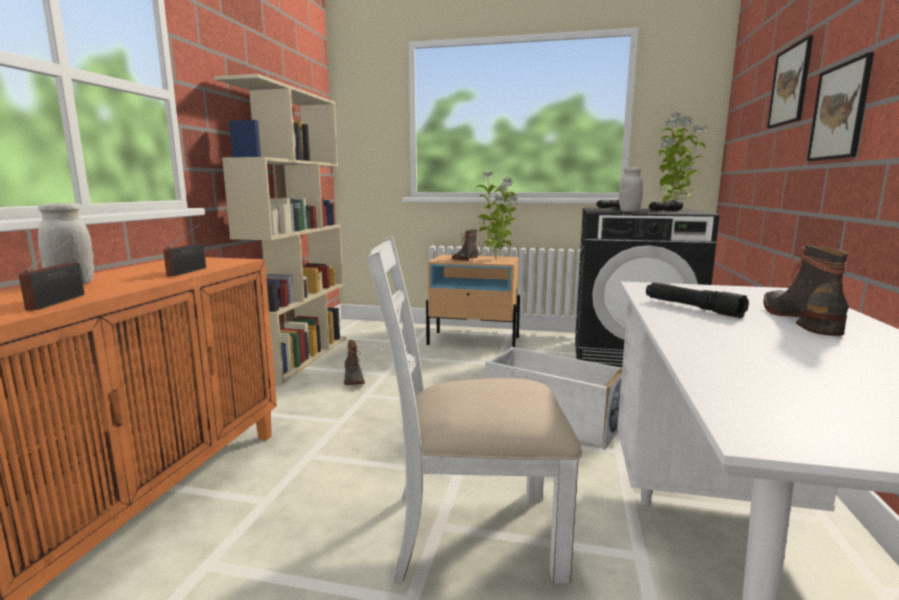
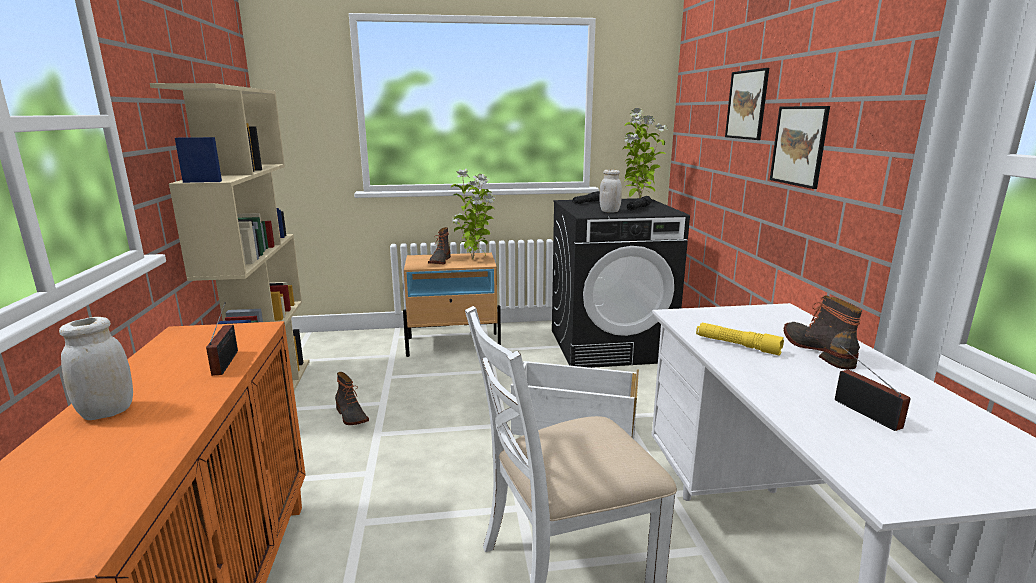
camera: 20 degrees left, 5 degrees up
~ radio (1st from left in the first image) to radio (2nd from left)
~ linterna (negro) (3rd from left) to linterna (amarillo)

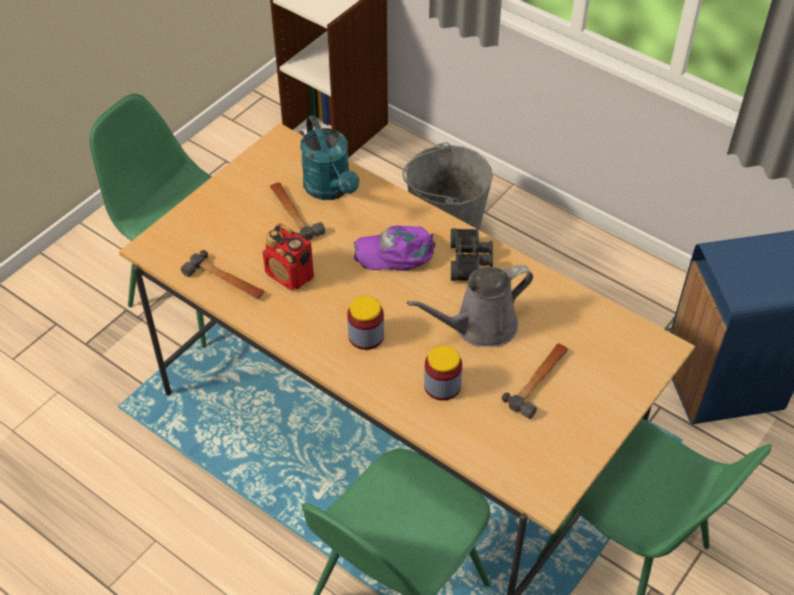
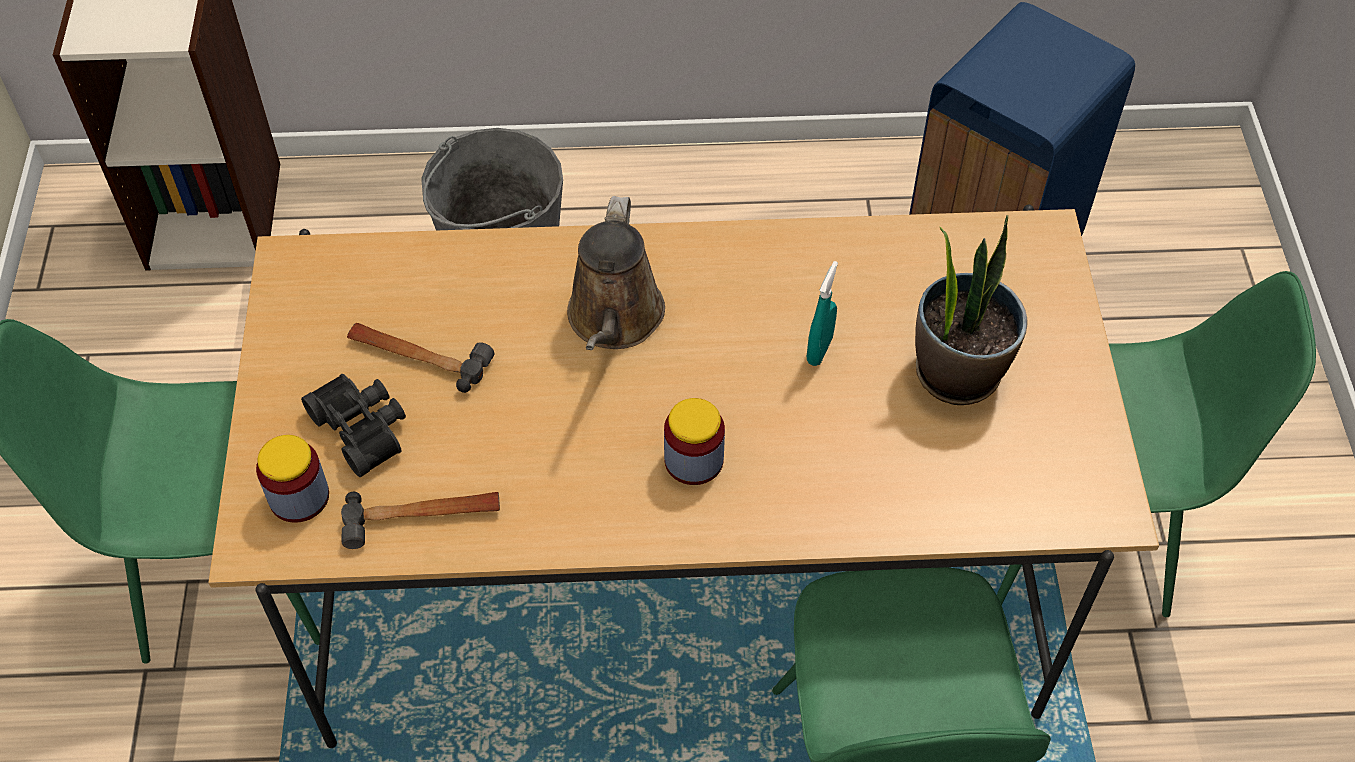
camera: 40 degrees left, 5 degrees up
- radio
- regadera (turquesa)
~ gorra (morado) to regadera (marrón)
~ regadera (gris) to pulverizador (turquesa)
~ tarro (2nd from left in the first image) to tarro (1st from left)
~ prismáticos (negro)
~ martillo (3rd from left) to planta en maceta

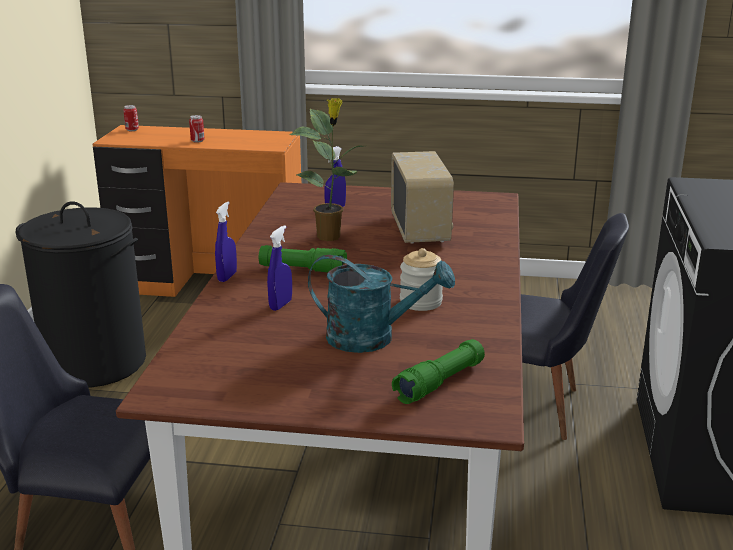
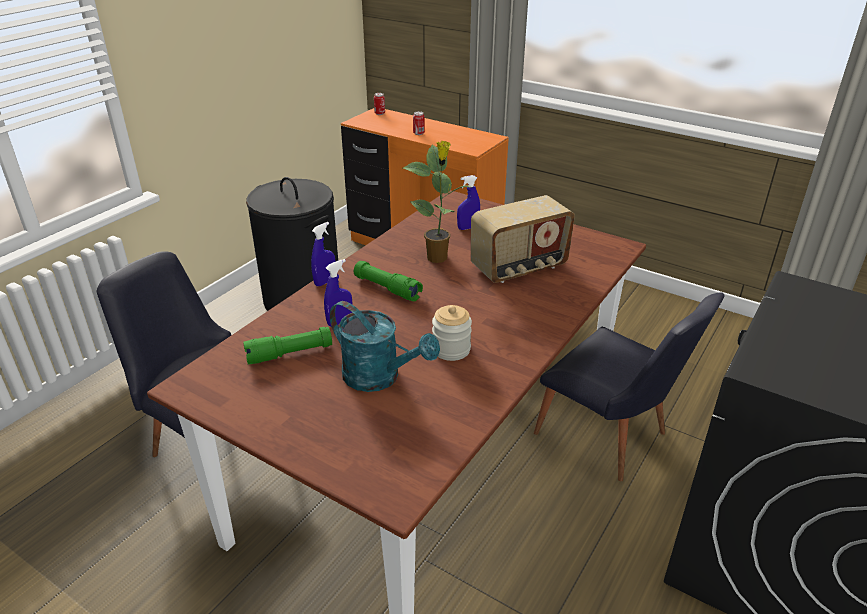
camera: 25 degrees right, 10 degrees up
~ radio 45 degrees clockwise
~ linterna (verde) (2nd from left in the first image) to linterna (verde) (1st from left)

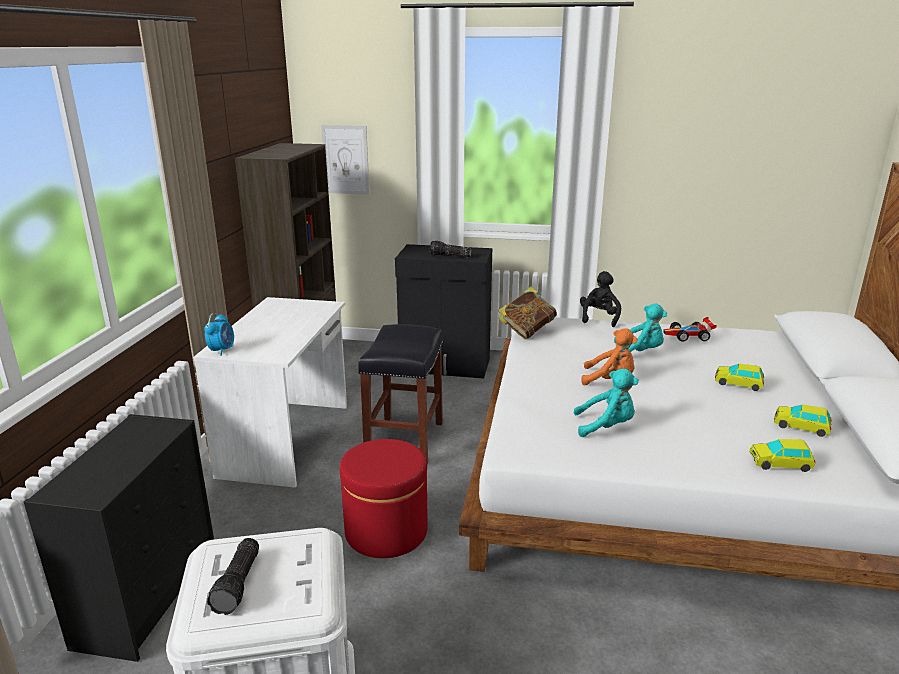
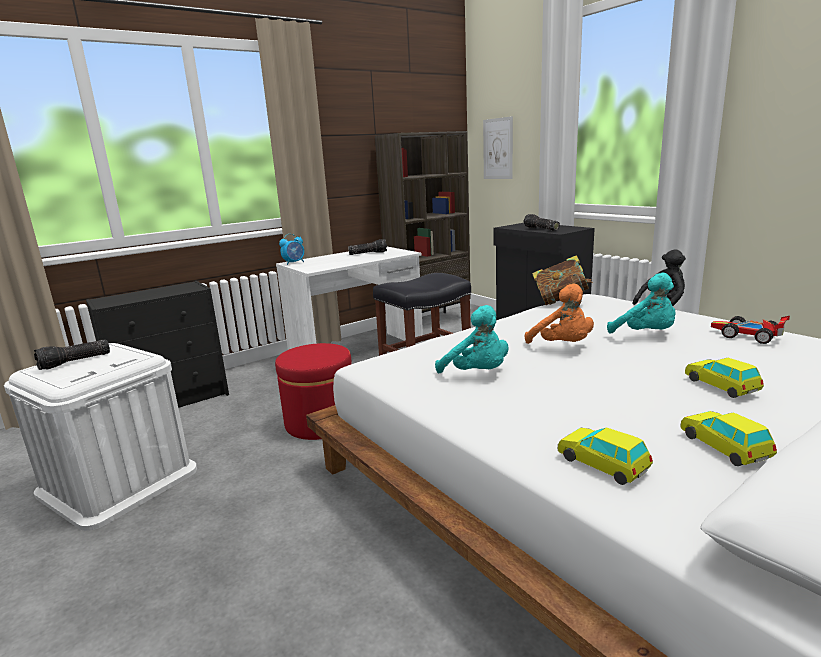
camera: 45 degrees right, 5 degrees down
+ linterna (2nd from left)

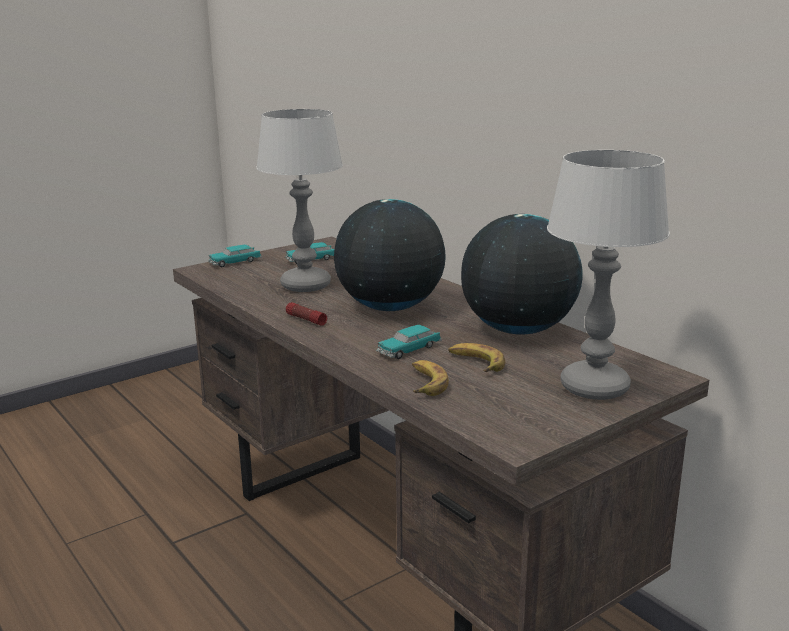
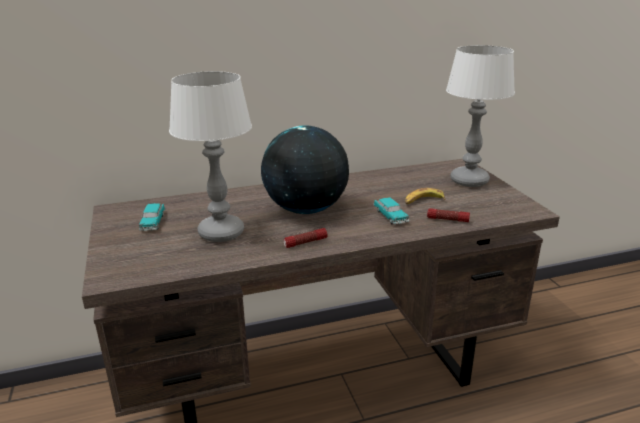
camera: 70 degrees left, 5 degrees up
- coche de juguete (1st from left)
~ plátano (1st from left) to linterna (2nd from left)
- globo terráqueo (2nd from left)

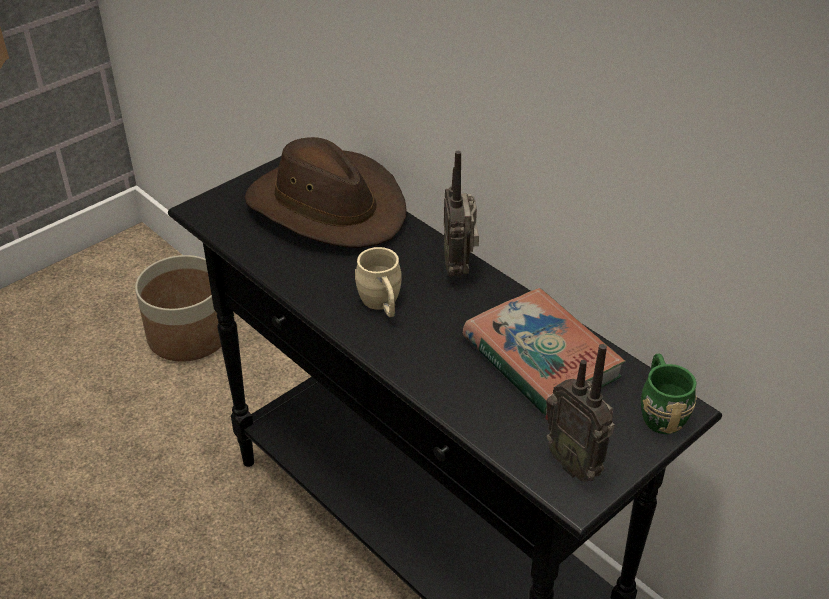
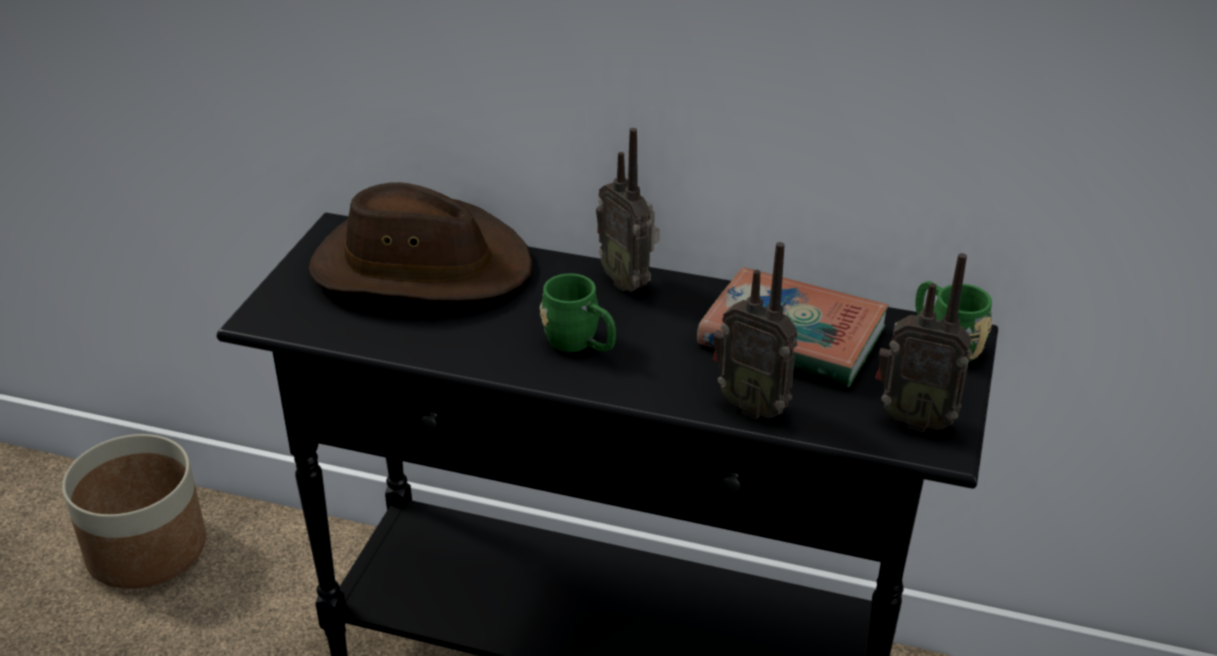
camera: 30 degrees left, 5 degrees down
~ taza grande (beis) to taza grande (verde) (1st from left)
+ radio (2nd from left)

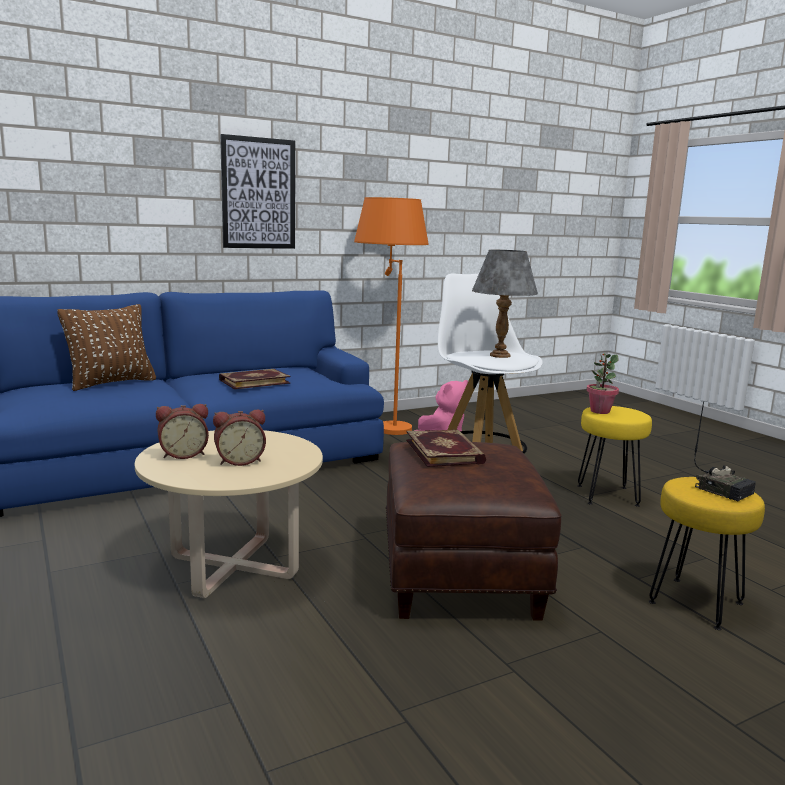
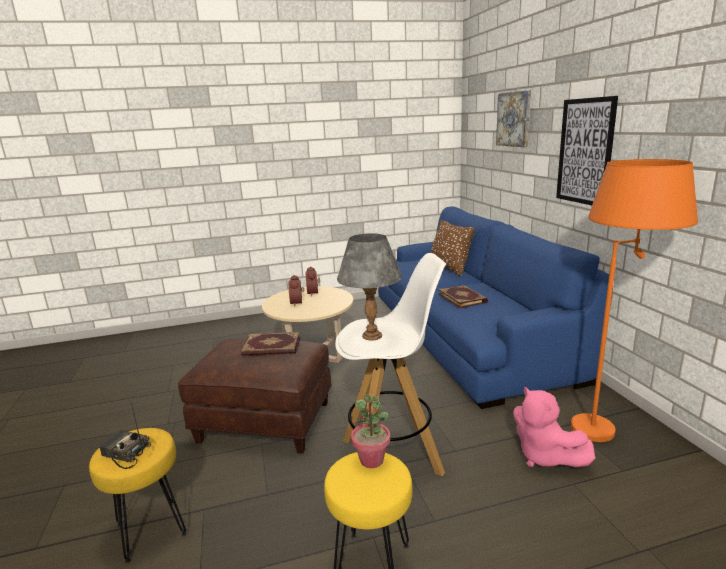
camera: 105 degrees right, 5 degrees up
~ radio 45 degrees clockwise
+ cuadro (1st from left)

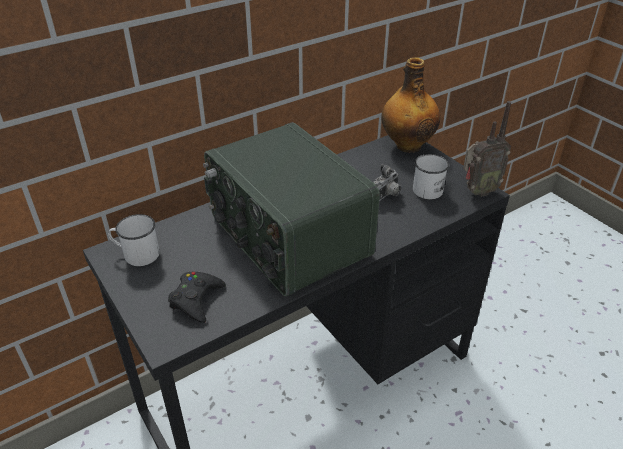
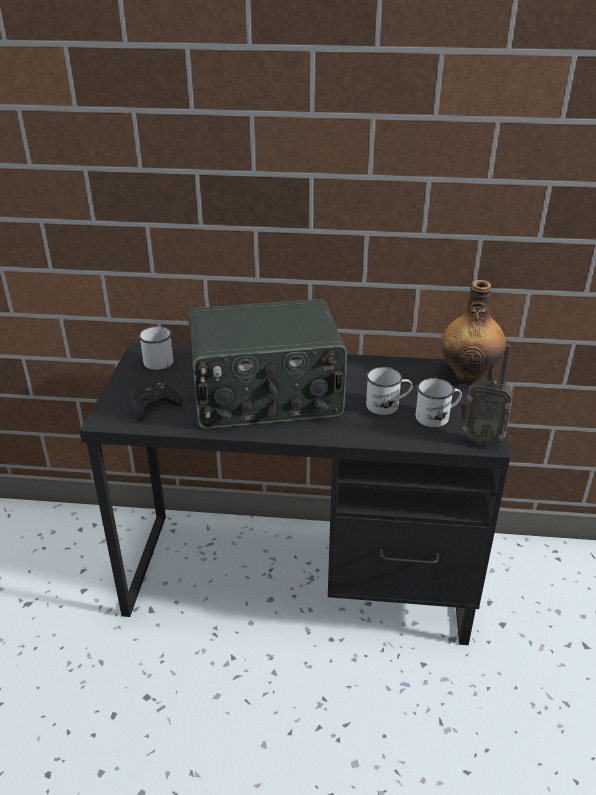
camera: 40 degrees right, 5 degrees down
~ radio (1st from left) 105 degrees counterclockwise
~ cámara to taza grande (blanco) (2nd from left)

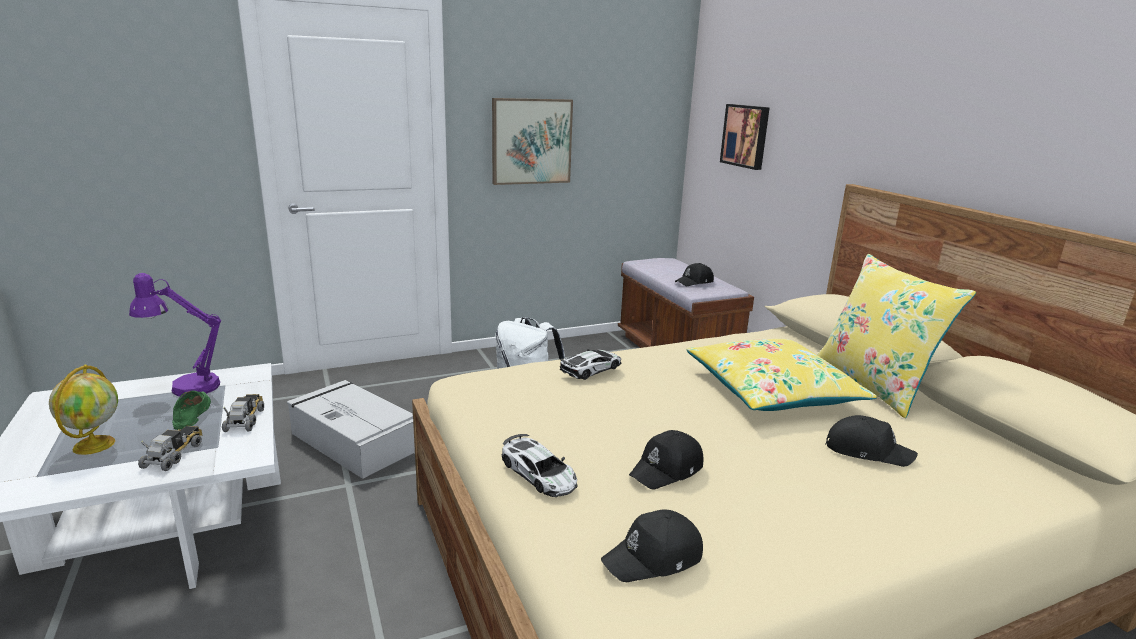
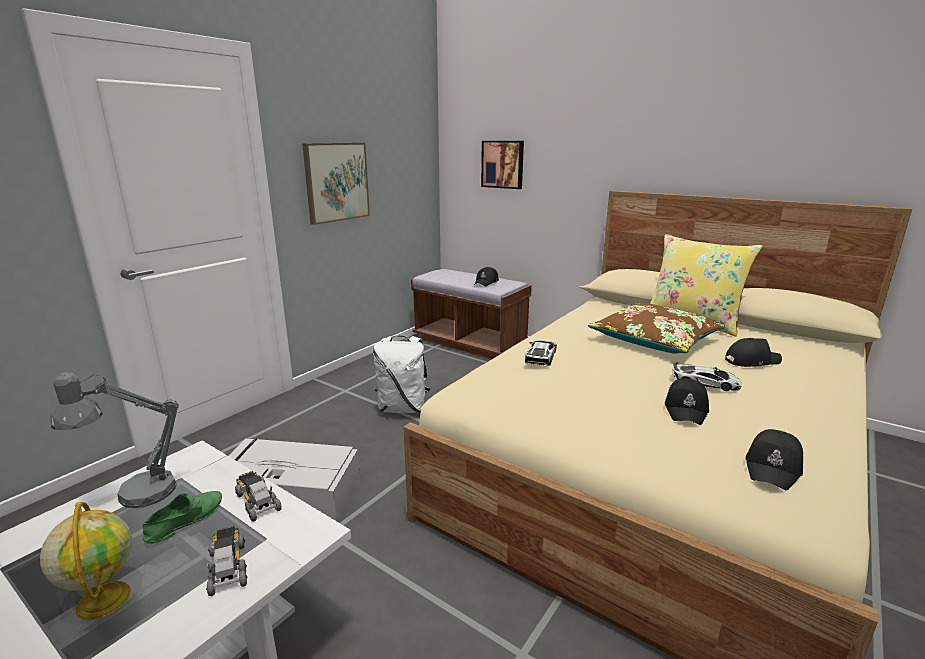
camera: 30 degrees left, 0 degrees up
~ lámpara de mesa (morado) to lámpara de mesa (gris)
~ zapato (verde) 75 degrees clockwise
~ coche de juguete (1st from left in the first image) to coche de juguete (2nd from left)
~ cojín (amarillo) (1st from left) to cojín (marrón)

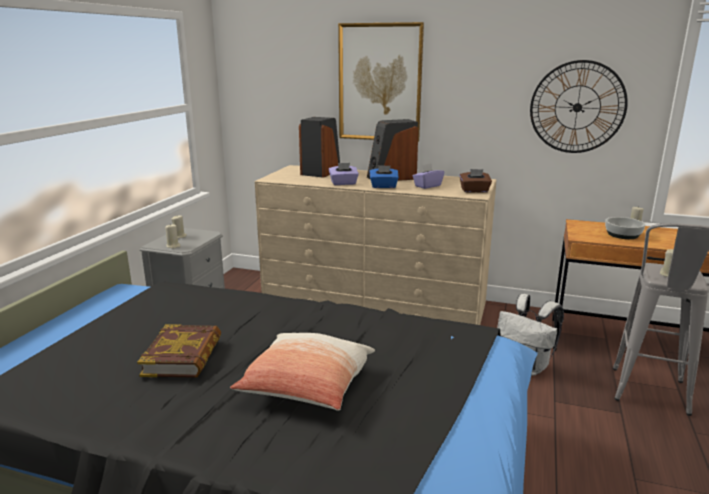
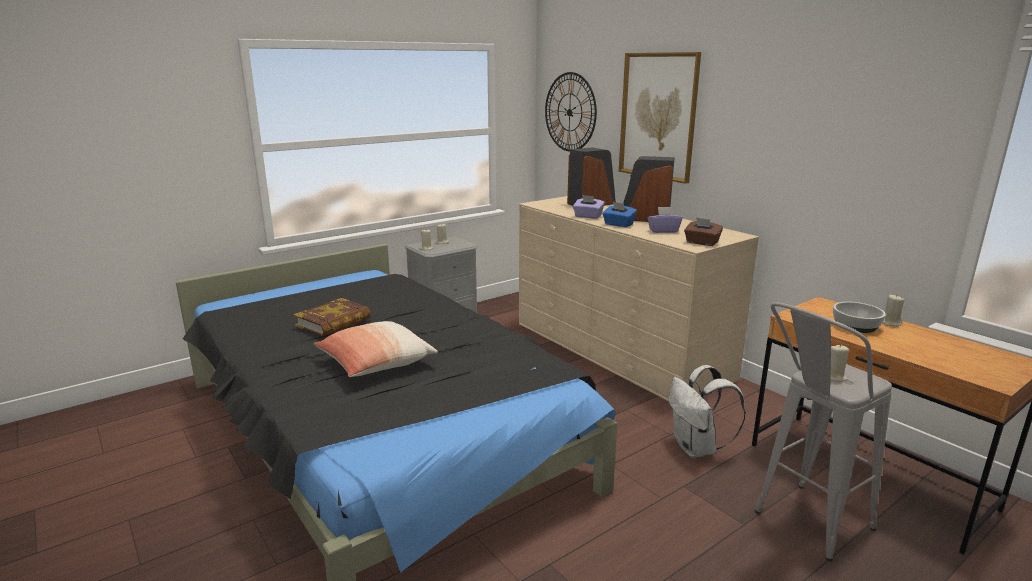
camera: 35 degrees right, 0 degrees up
~ reloj de pared

